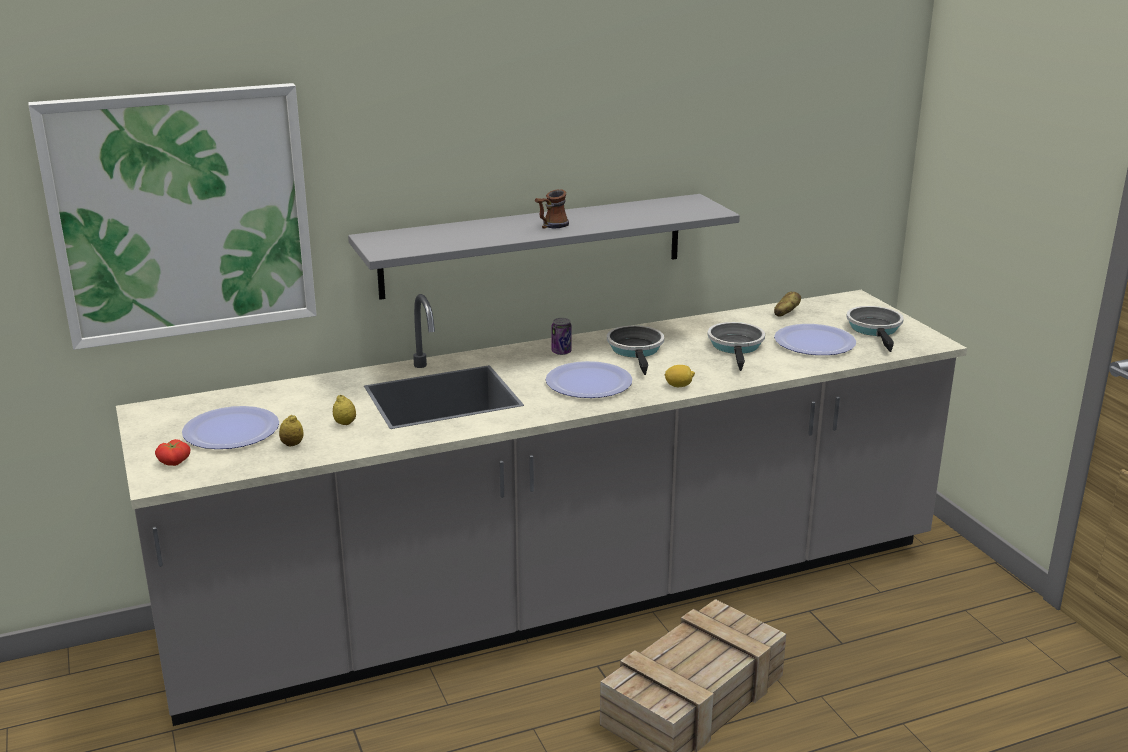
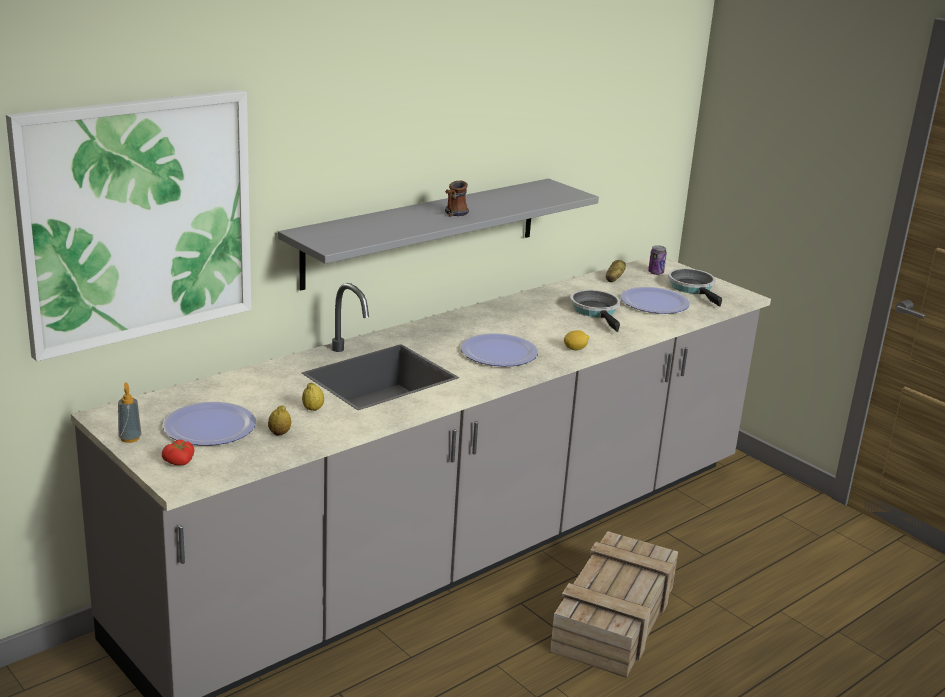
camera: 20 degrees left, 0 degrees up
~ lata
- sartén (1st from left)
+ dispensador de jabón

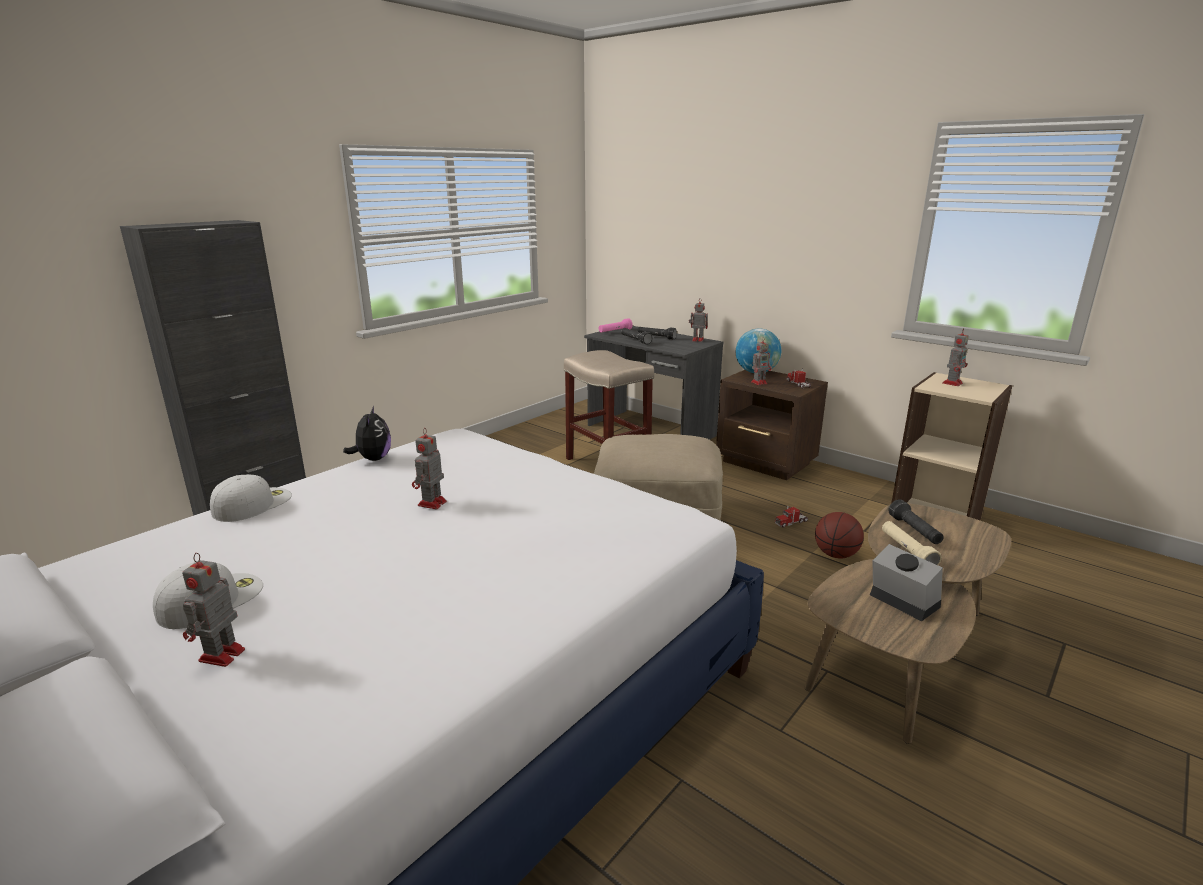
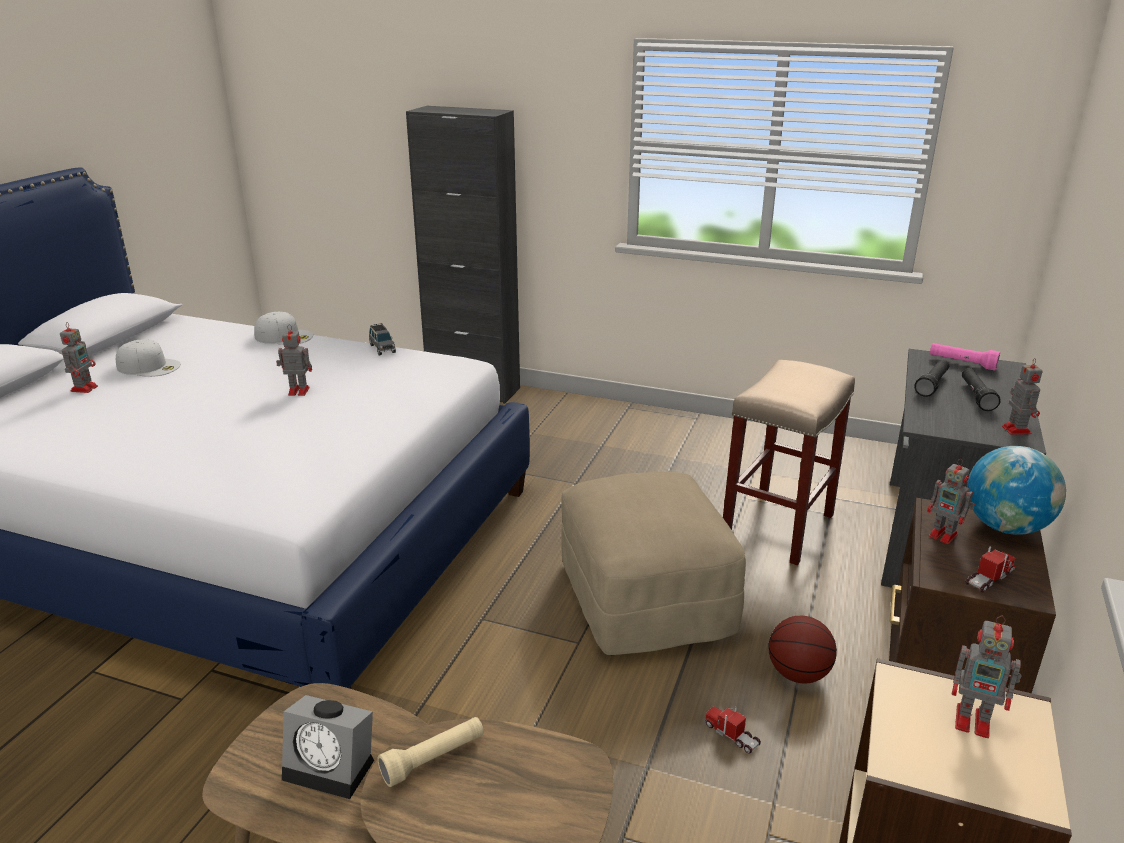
camera: 70 degrees right, 5 degrees up
~ robot de juguete (1st from left) 105 degrees clockwise
~ peluche to coche de juguete (gris)
~ balón de baloncesto
~ despertador 75 degrees clockwise
- linterna (negro) (3rd from left)

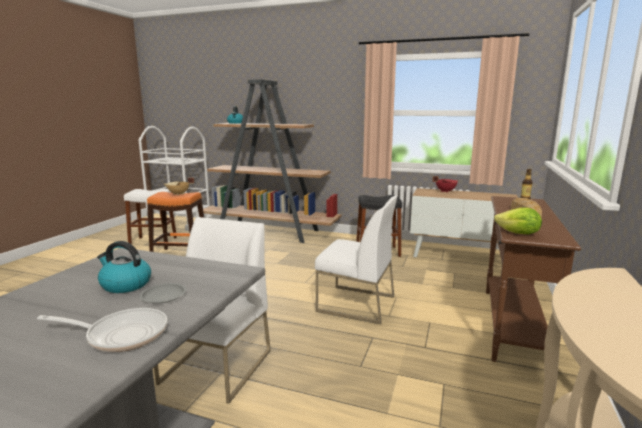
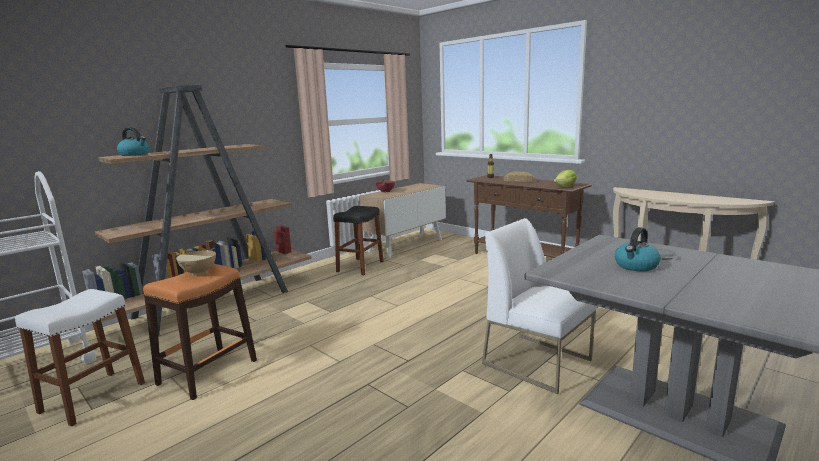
camera: 65 degrees left, 0 degrees up
- sartén
- silla (blanco) (2nd from left)

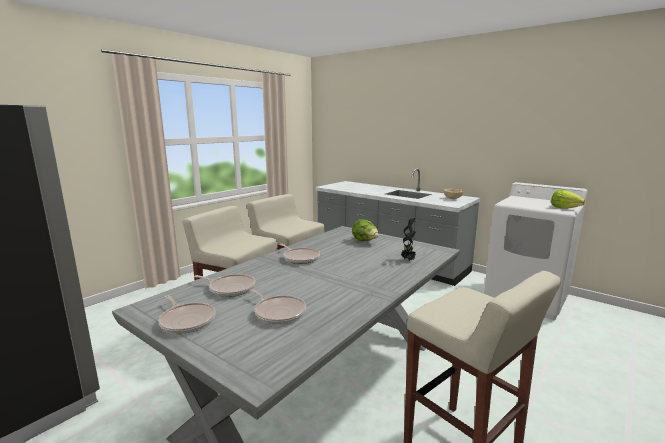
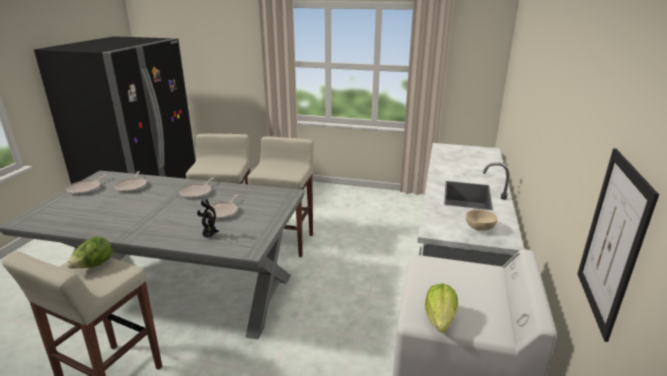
camera: 65 degrees right, 10 degrees up
~ sartén (3rd from left in the first image) to sartén (4th from left)
~ lechuga (1st from left)
+ cuadro

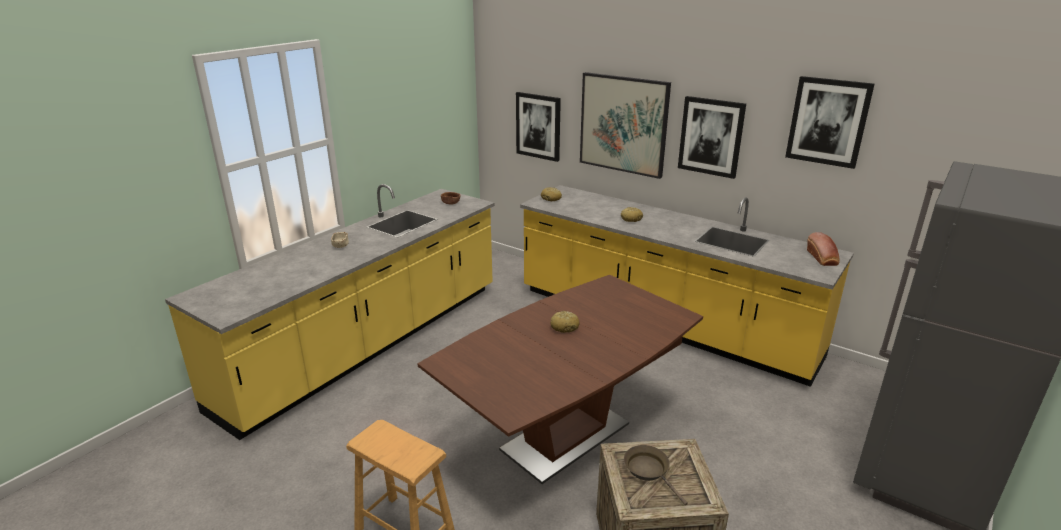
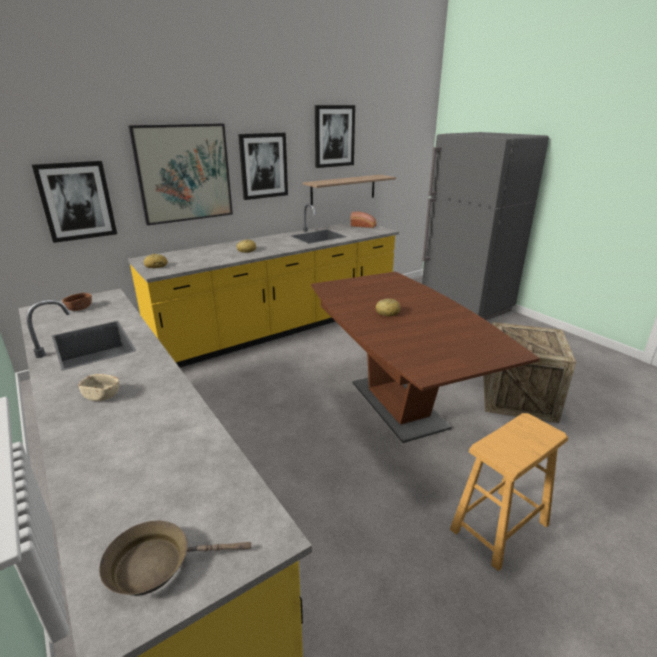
camera: 70 degrees left, 0 degrees up
~ sartén (marrón)
+ estante

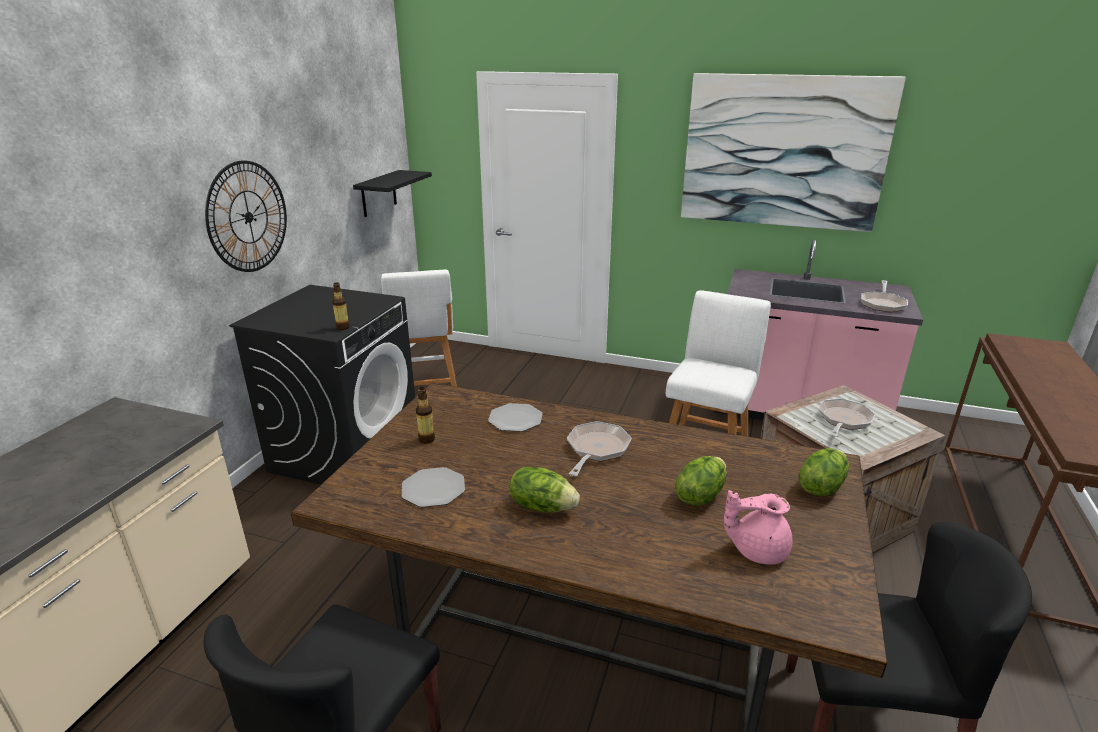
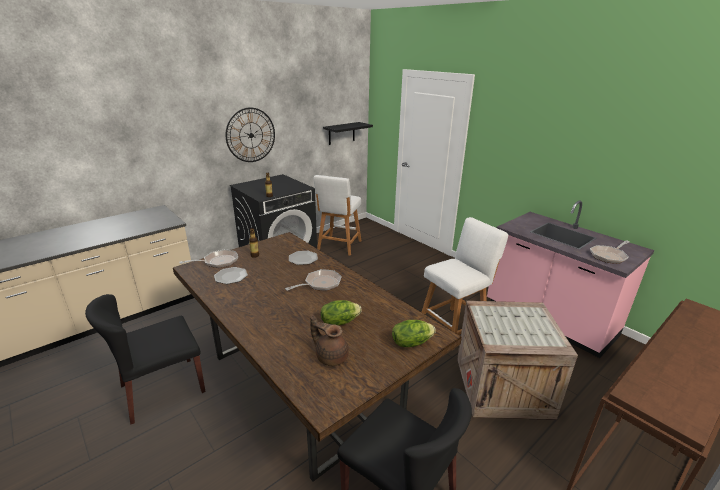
camera: 30 degrees right, 0 degrees up
- lechuga (1st from left)
- cuadro
~ tetera (rosa) to tetera (marrón)
~ sartén (2nd from left in the first image) to sartén (1st from left)

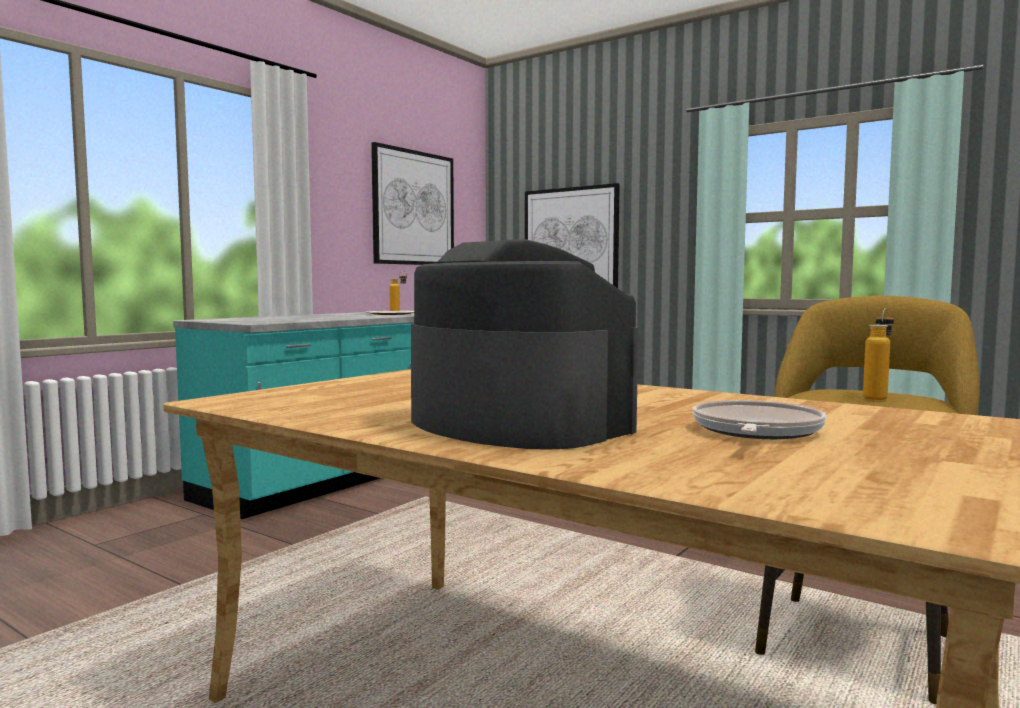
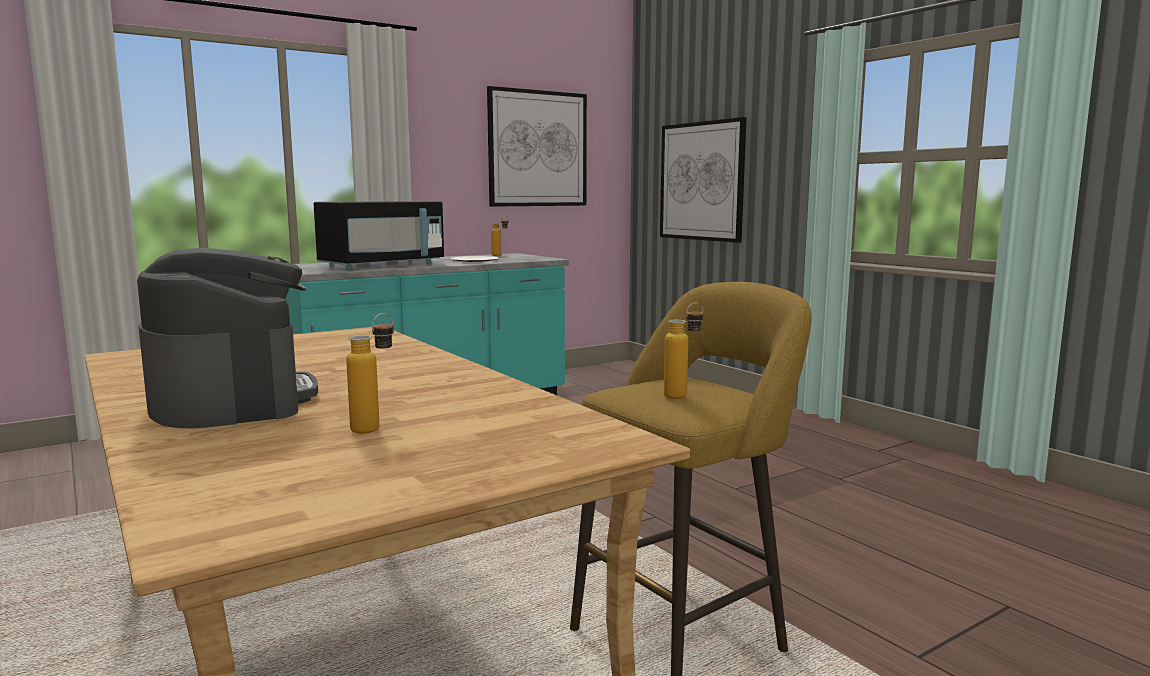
camera: 20 degrees right, 5 degrees up
~ sartén to botella (1st from left)
+ microondas (negro)

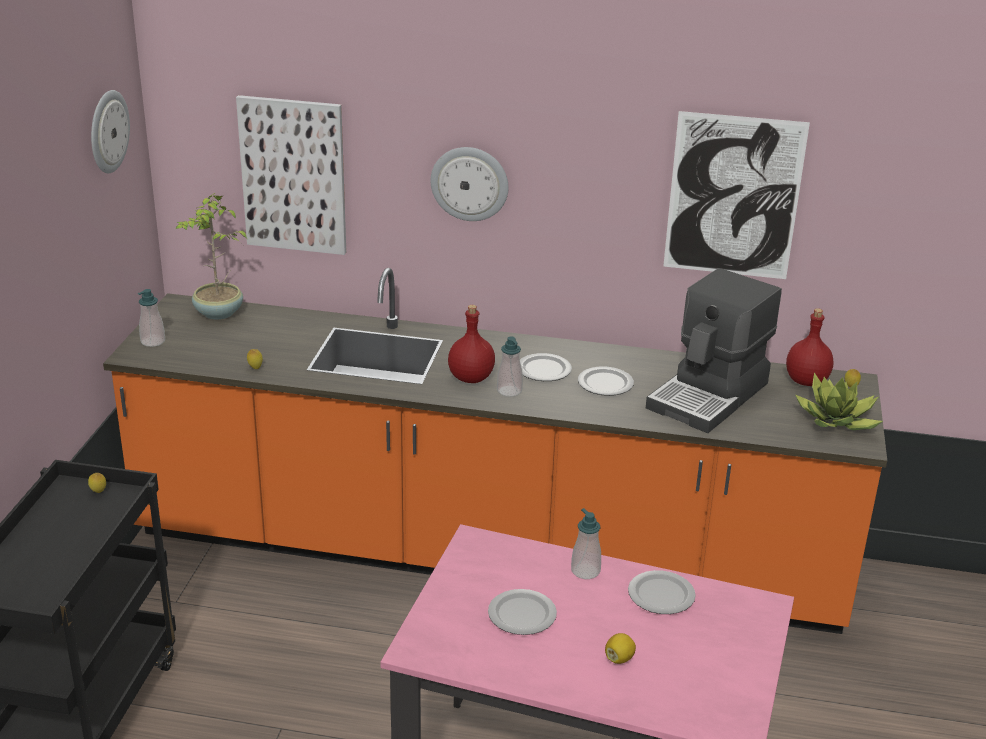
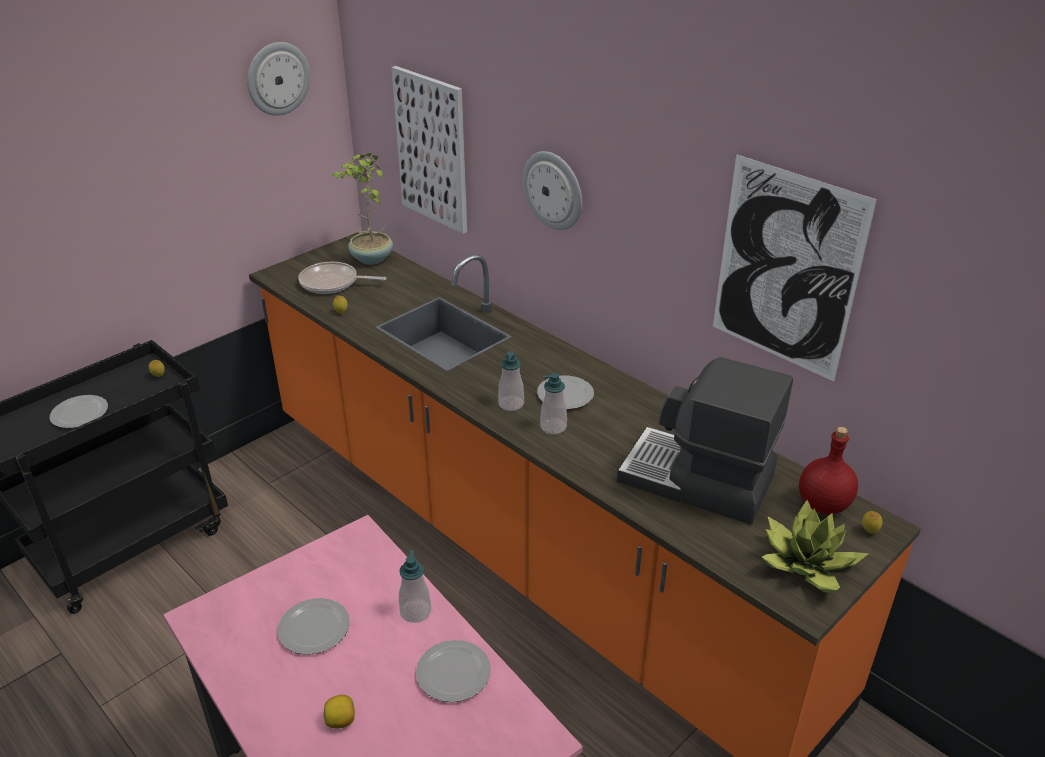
camera: 35 degrees right, 5 degrees up
~ dispensador de jabón (1st from left in the first image) to dispensador de jabón (3rd from left)
- botella (rojo) (1st from left)
~ plato (3rd from left in the first image) to plato (1st from left)
~ cafetera 45 degrees clockwise
+ sartén

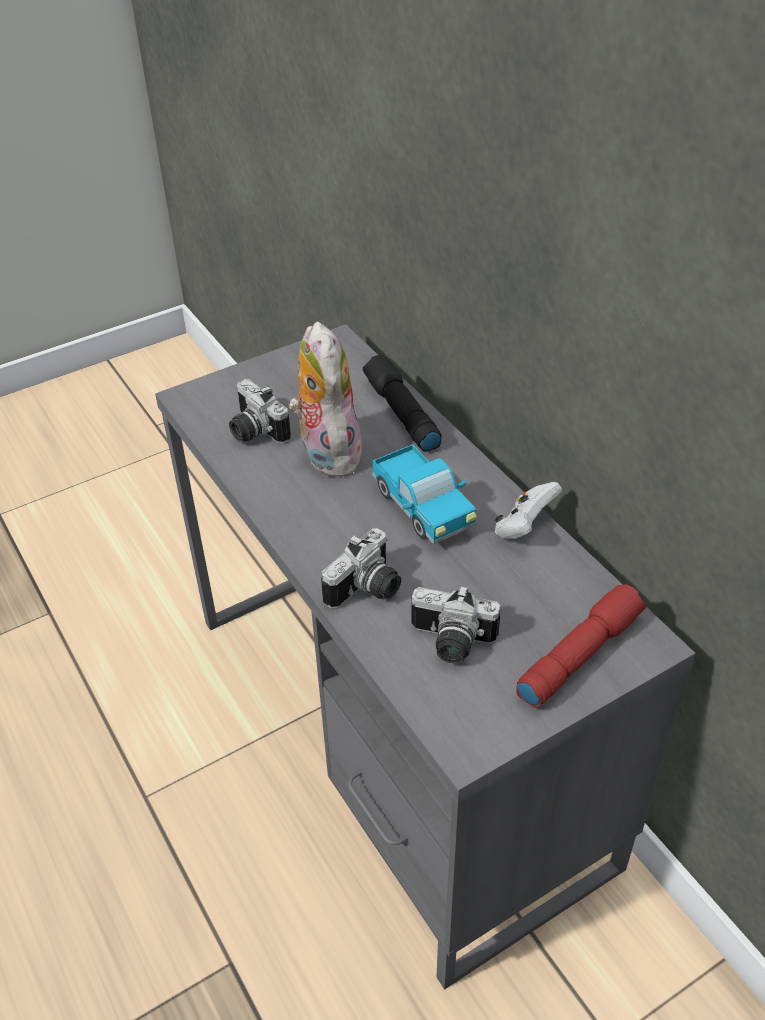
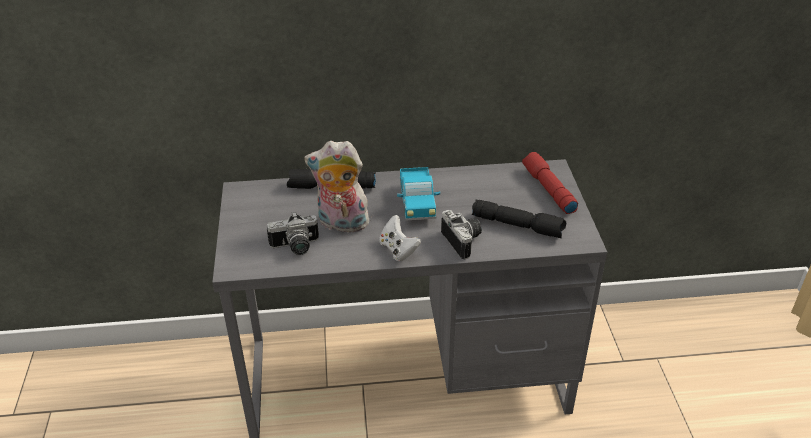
camera: 65 degrees left, 5 degrees down
~ camión de juguete 90 degrees clockwise
~ cámara (3rd from left) to linterna (negro) (2nd from left)
~ mando de consola (blanco)

